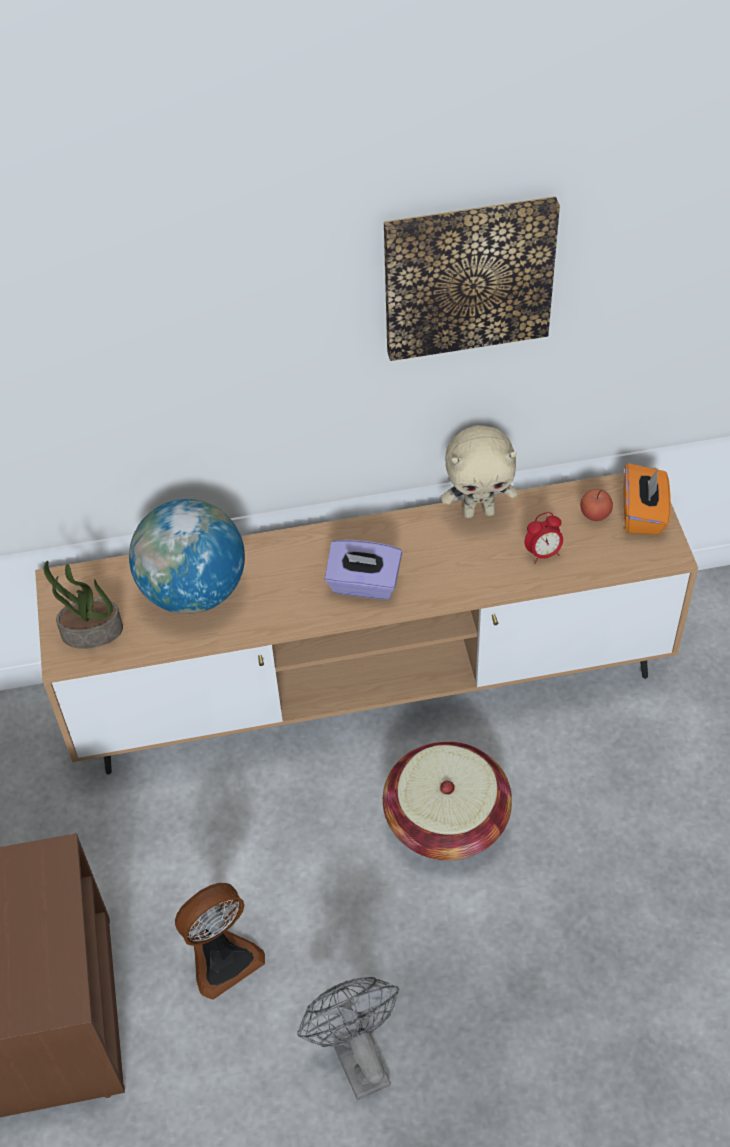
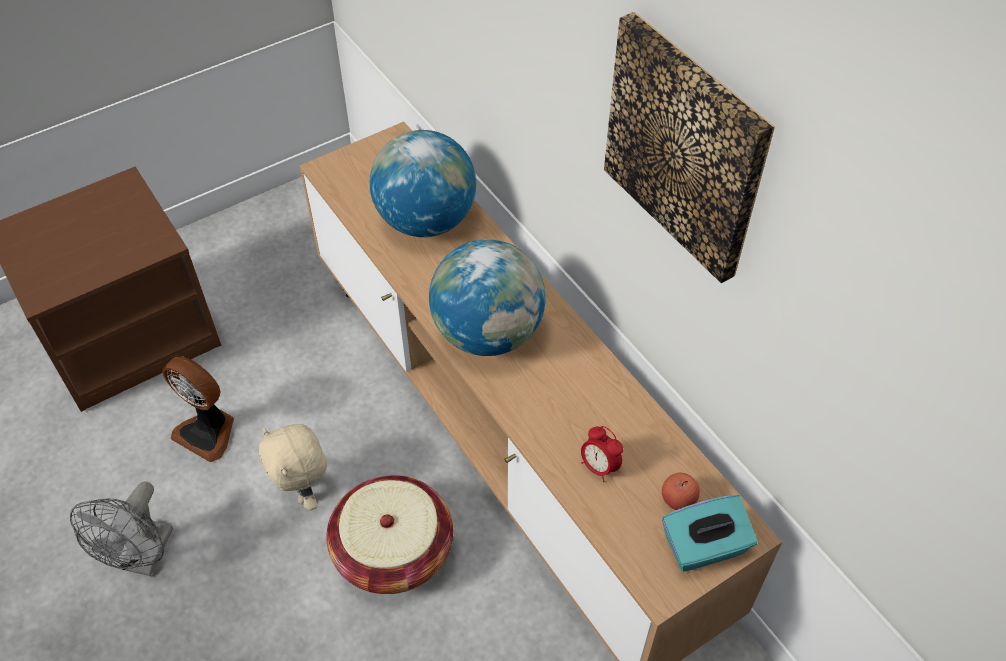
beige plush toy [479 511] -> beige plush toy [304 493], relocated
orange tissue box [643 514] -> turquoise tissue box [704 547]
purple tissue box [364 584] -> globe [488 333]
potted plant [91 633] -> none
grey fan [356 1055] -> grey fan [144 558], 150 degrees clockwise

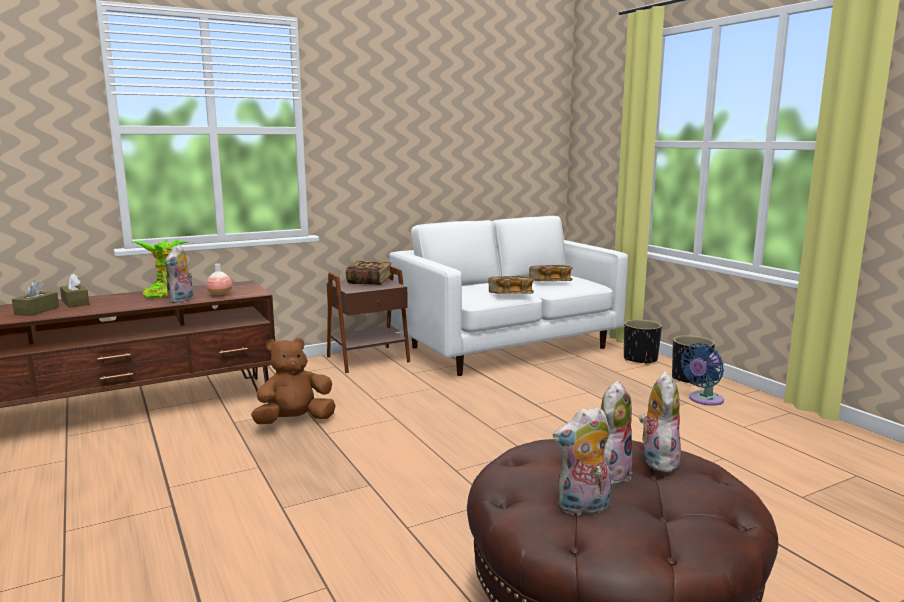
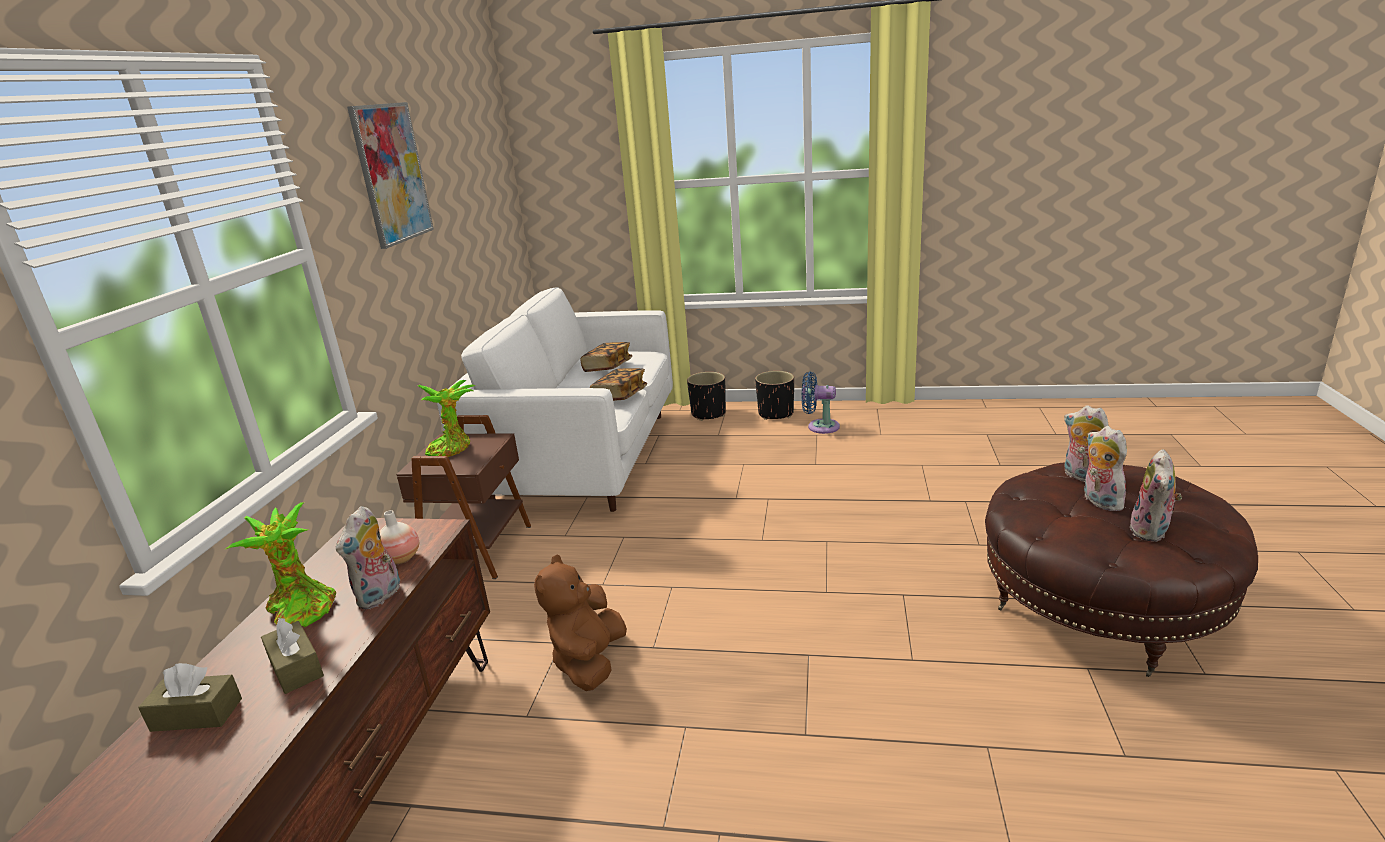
plush toy [182 300] -> plush toy [380 596], 60 degrees clockwise
book [369 282] -> potted plant [452 448]
brown tissue box [37 311] -> brown tissue box [296 667], relocated
blue fan [703 400] -> blue fan [820 426], 105 degrees clockwise
none -> picture [391 173]

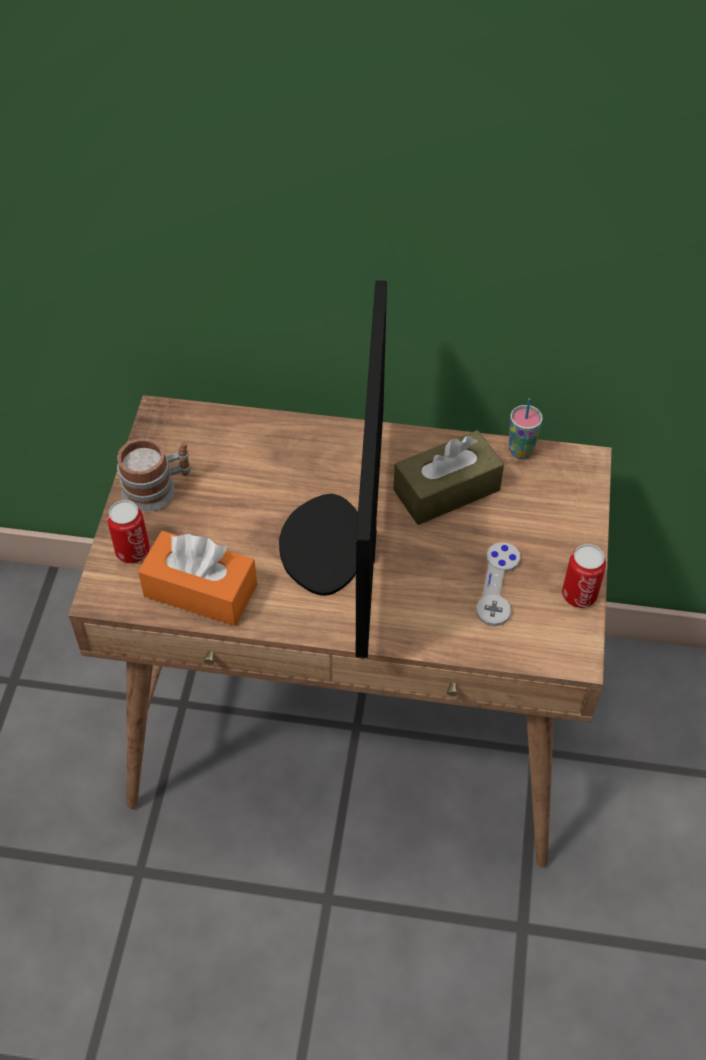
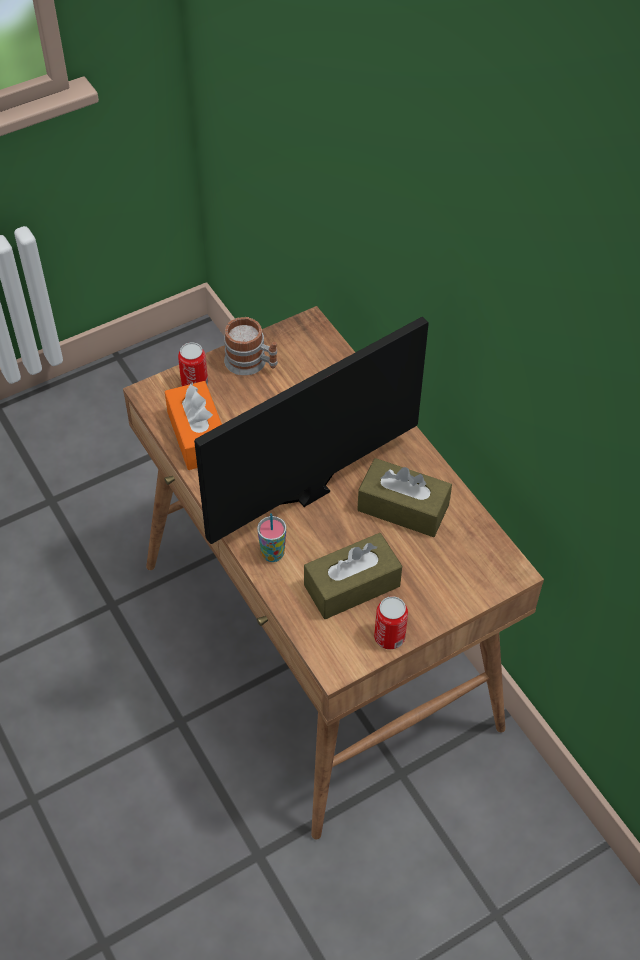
cup [520 450] -> cup [272 554], relocated
grey game controller [498 585] -> brown tissue box [352 585]

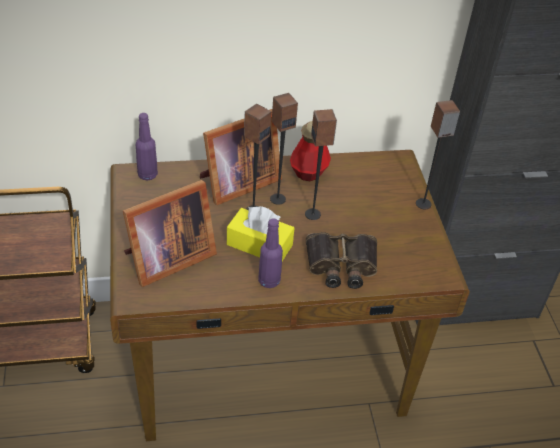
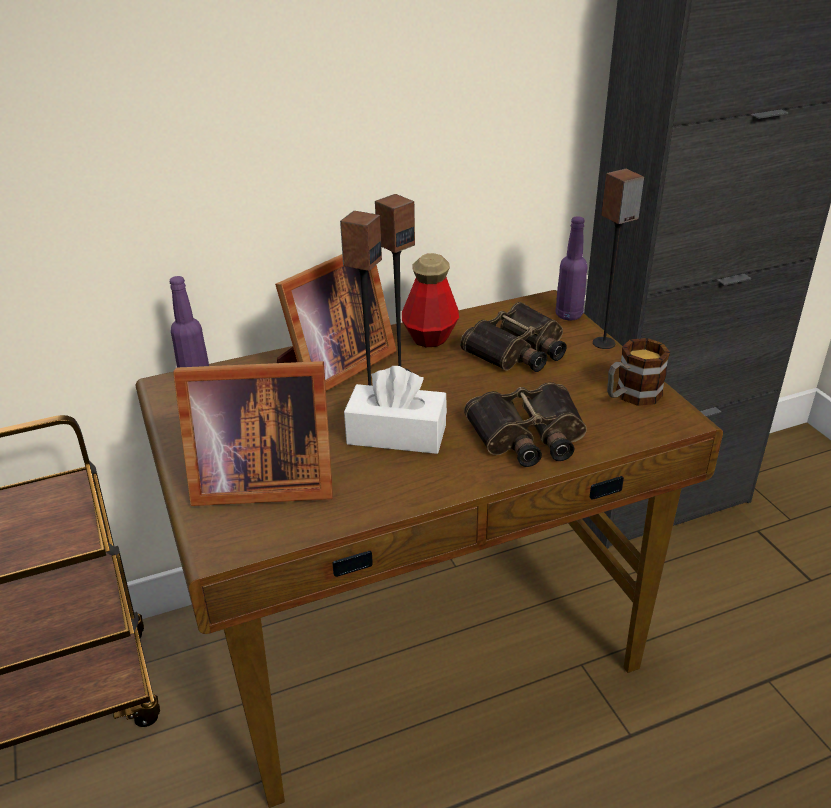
speaker [313 214] -> none
picture frame [166 259] -> picture frame [258 482], 45 degrees clockwise
yellow tissue box [259 245] -> white tissue box [396 434]
purple bottle [269 281] -> purple bottle [568 315], relocated
none -> binoculars [518 350]
none -> mug [631 396]

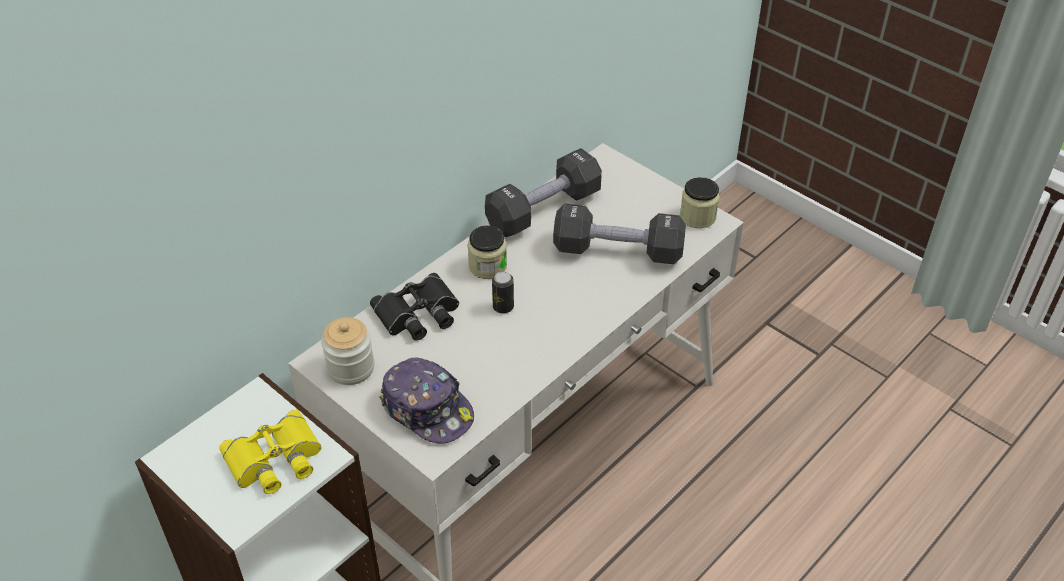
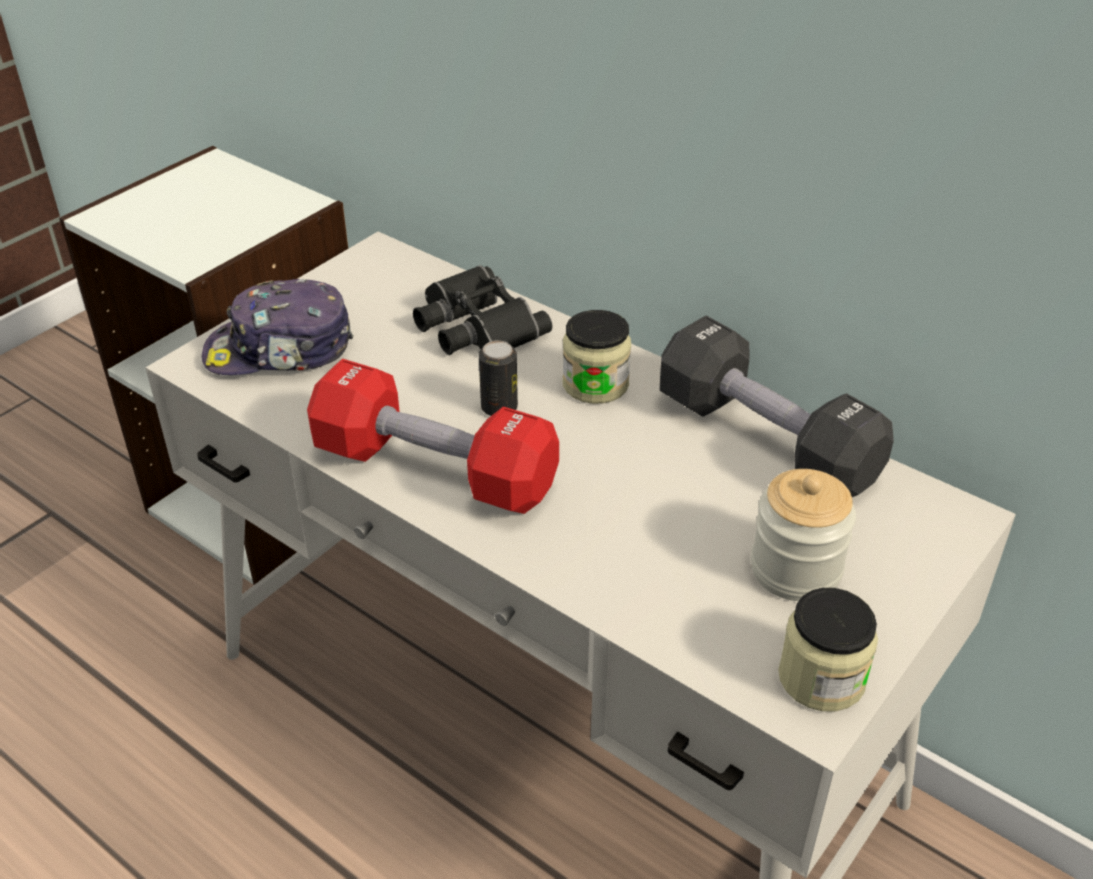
black dumbbell [618 251] -> none
jar [351 368] -> jar [795 569], relocated
cap [428 409] -> cap [280 350], 45 degrees clockwise
yellow binoculars [275 460] -> none
none -> red dumbbell [434 470]

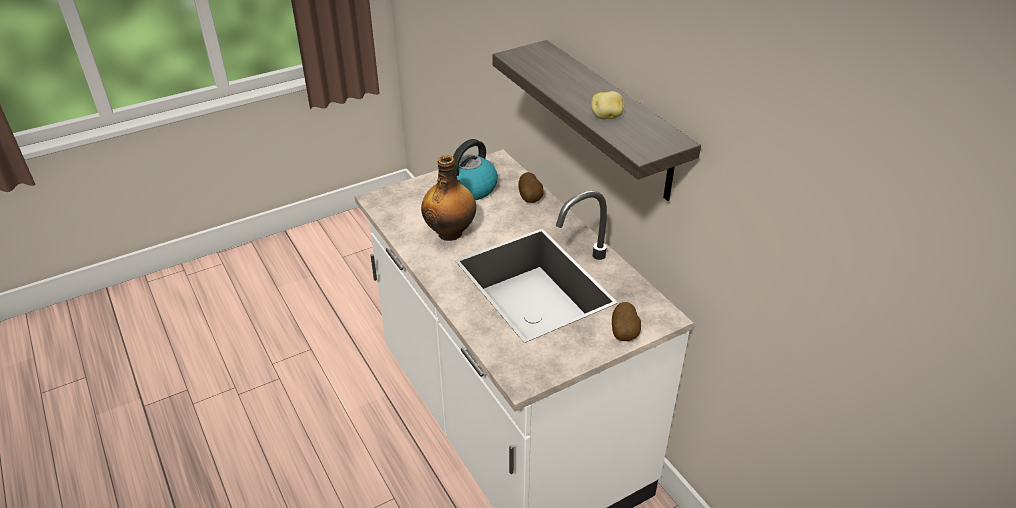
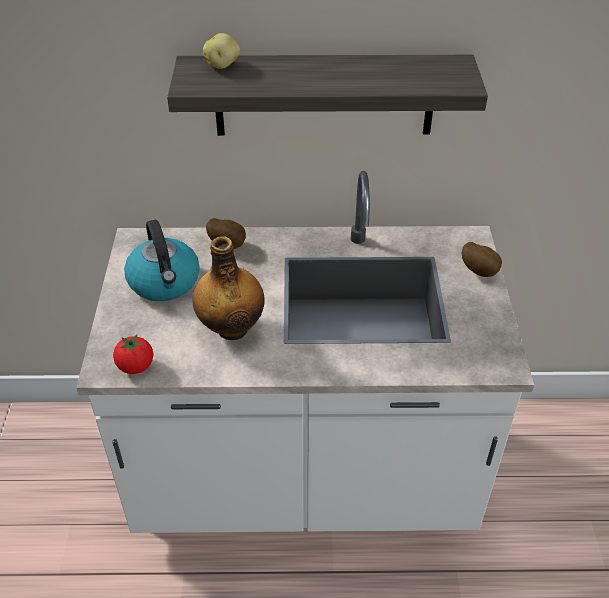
potato [607 117] -> potato [222 65], relocated
none -> tomato [136 366]

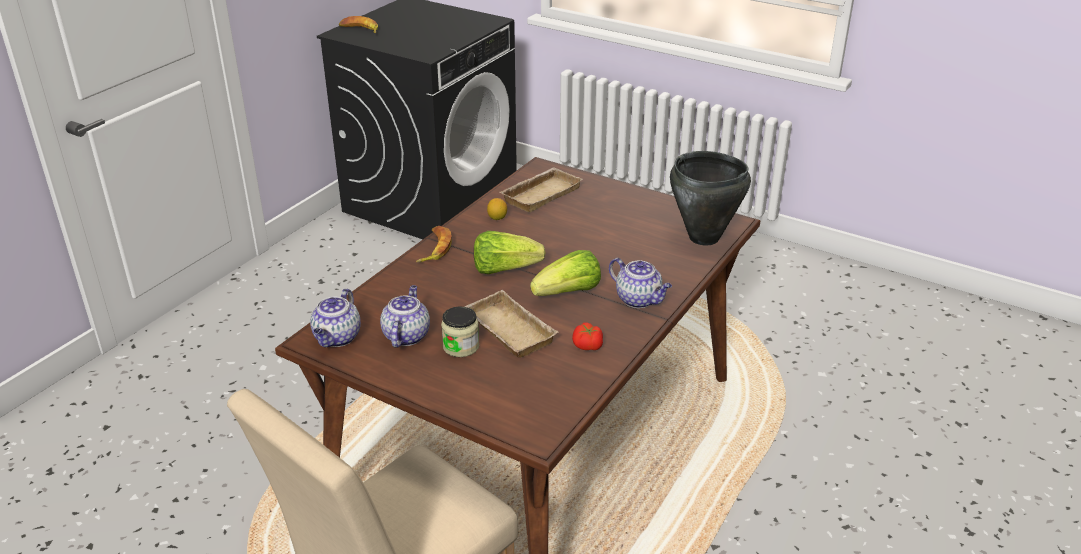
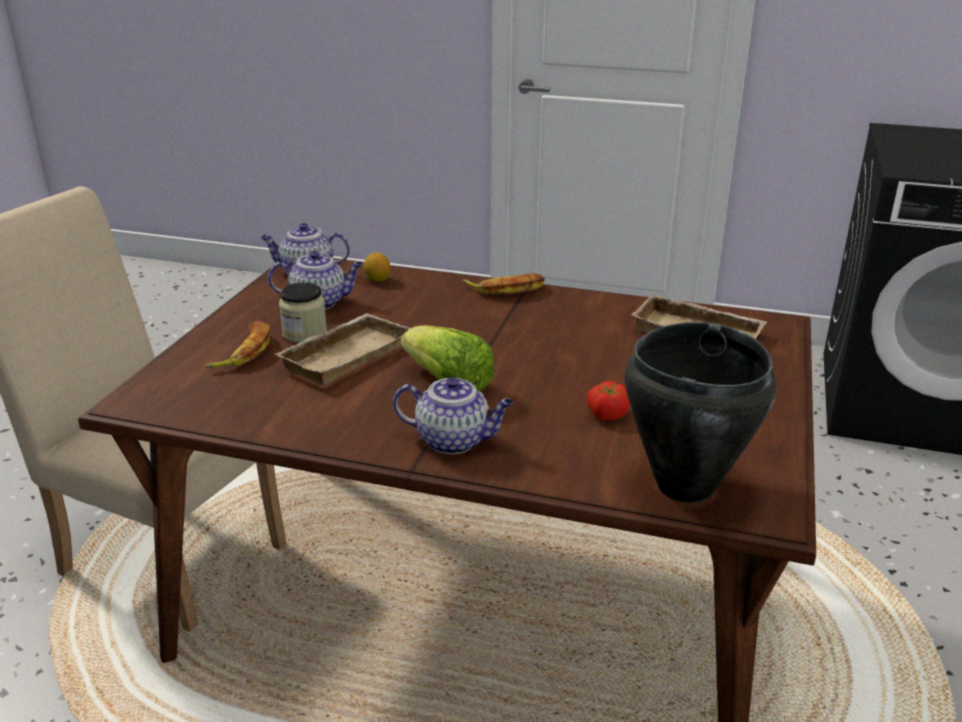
banana [360 30] -> banana [243 351], relocated
lemon [497 218] -> lemon [377 280], relocated
lettuce [504 269] -> none
teapot [639 300] -> teapot [454 440], 105 degrees counterclockwise
tomato [587 346] -> tomato [606 414], relocated

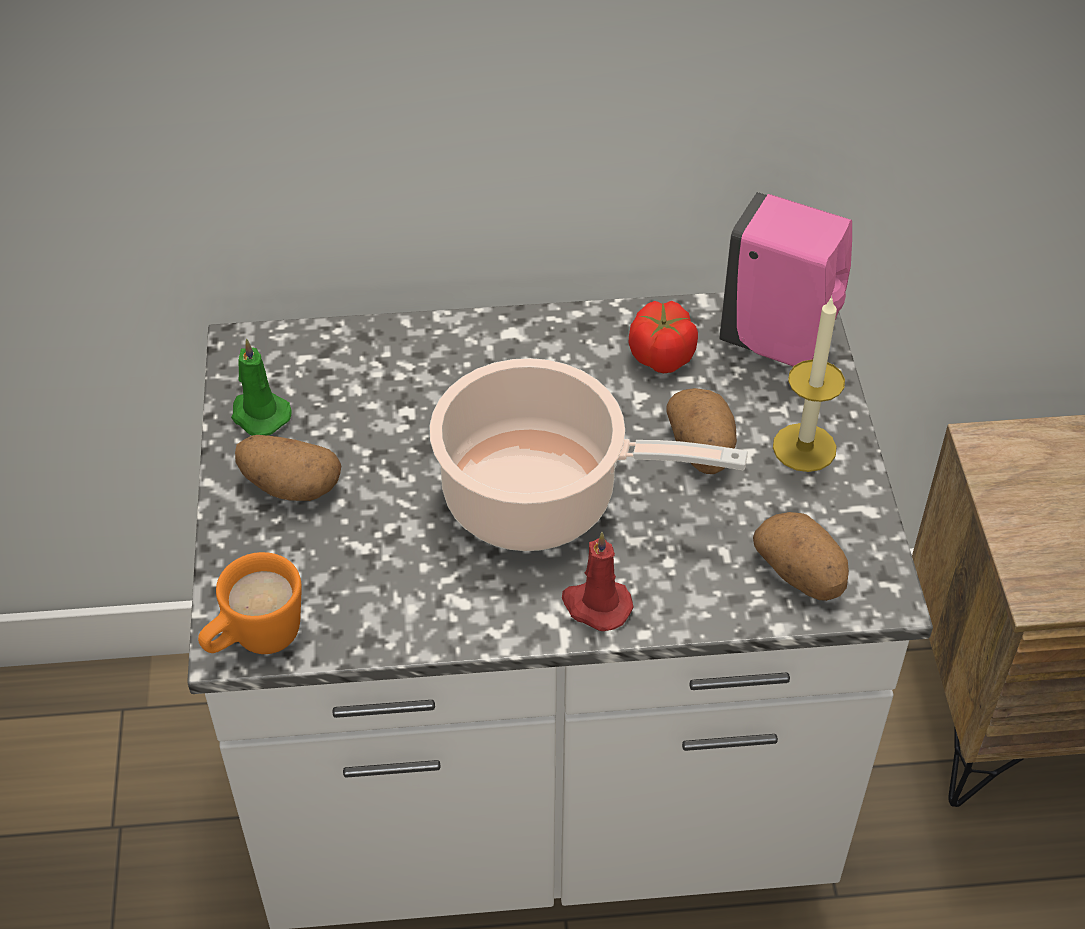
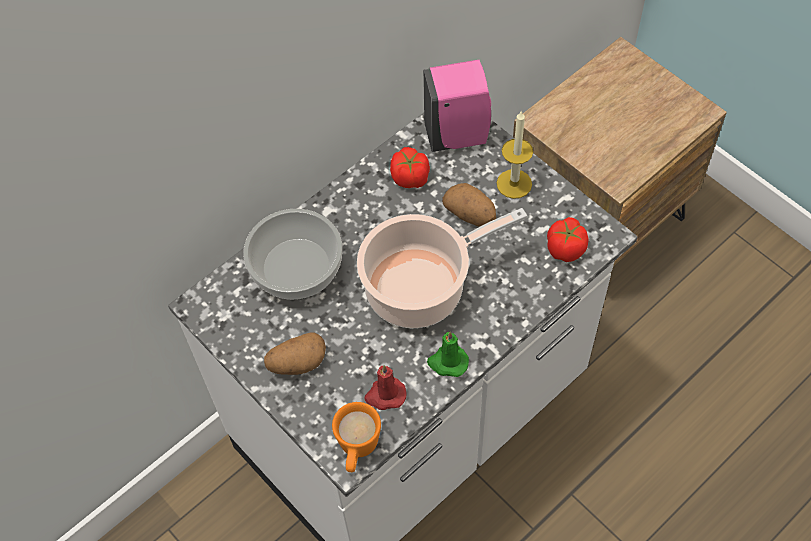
green candle [259 414] -> green candle [447 362], relocated
potato [801 575] -> tomato [565 248]
red candle [595 605] -> red candle [385 395], relocated
none -> bowl [295 268]

